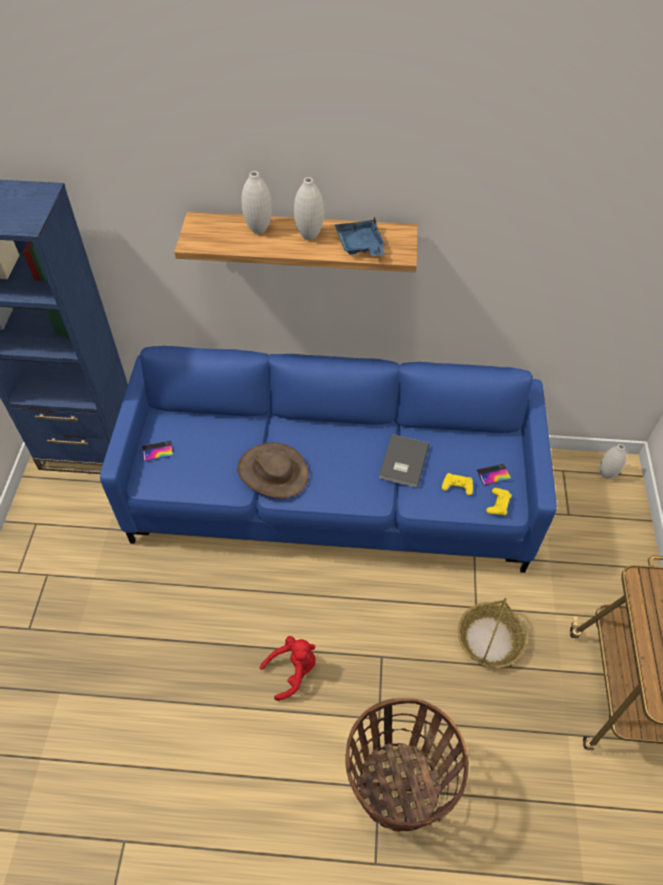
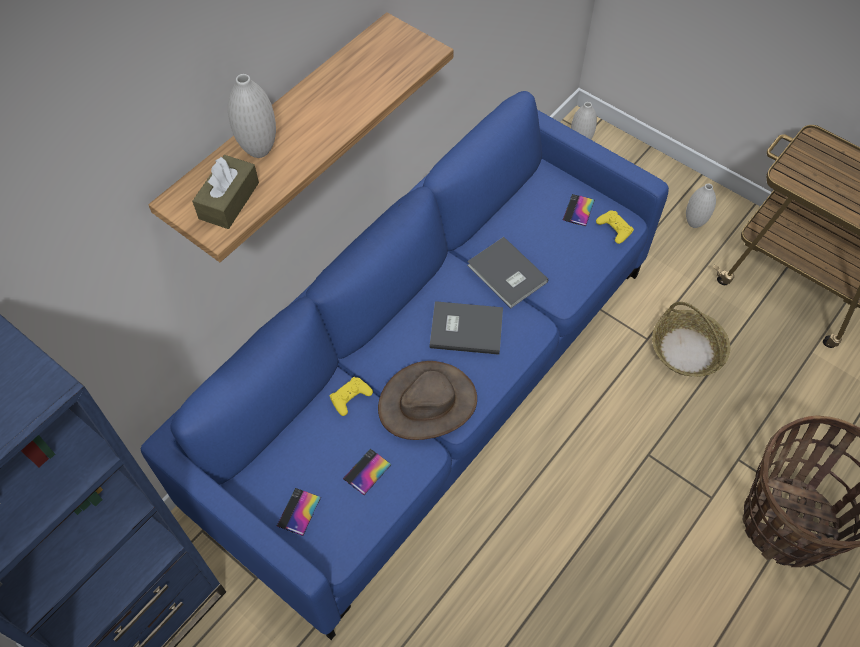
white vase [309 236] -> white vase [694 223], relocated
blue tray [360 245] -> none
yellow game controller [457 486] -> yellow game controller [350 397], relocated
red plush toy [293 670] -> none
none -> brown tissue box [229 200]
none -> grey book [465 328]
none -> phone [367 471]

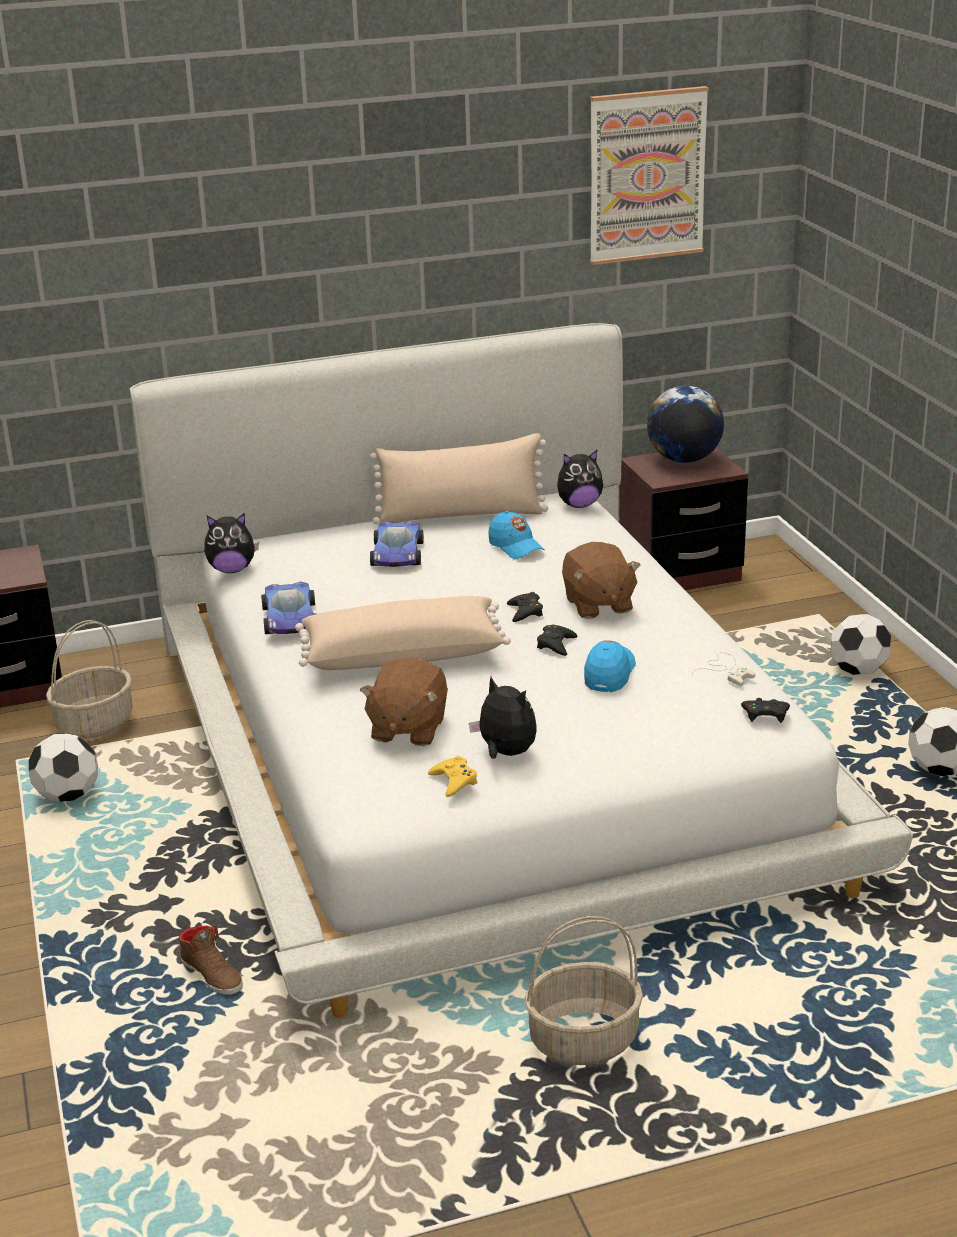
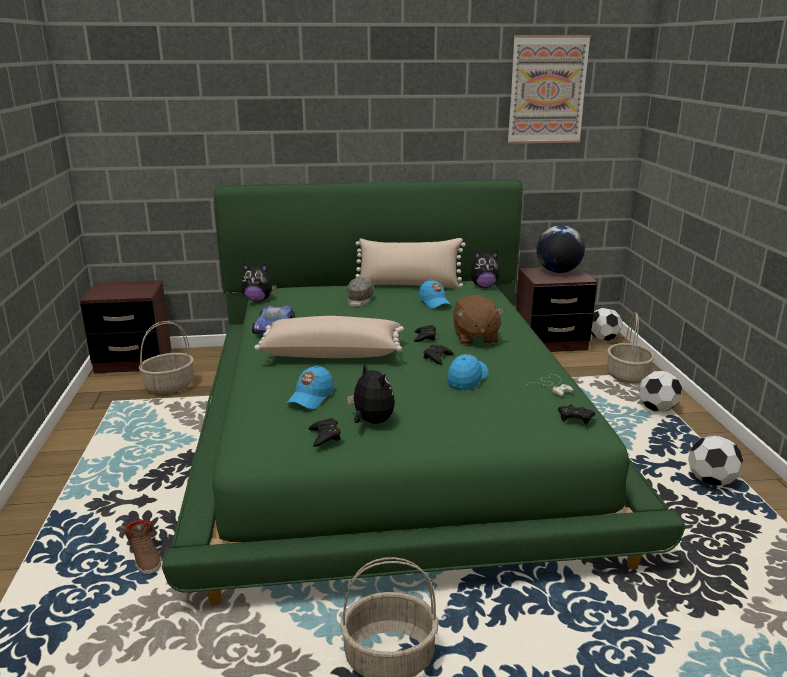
white bed [482 752] -> green bed [393 430]
toy car [397 554] -> grey cap [359 300]
brown plush toy [407 729] -> blue cap [310 398]
football [68 795] -> football [603 339], relocated
yellow game controller [454 781] -> black game controller [325 436]
none -> basket [627 375]

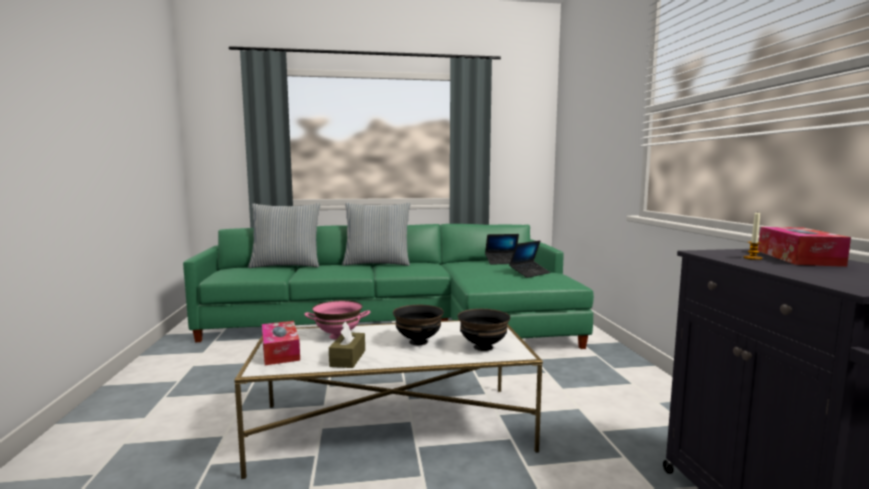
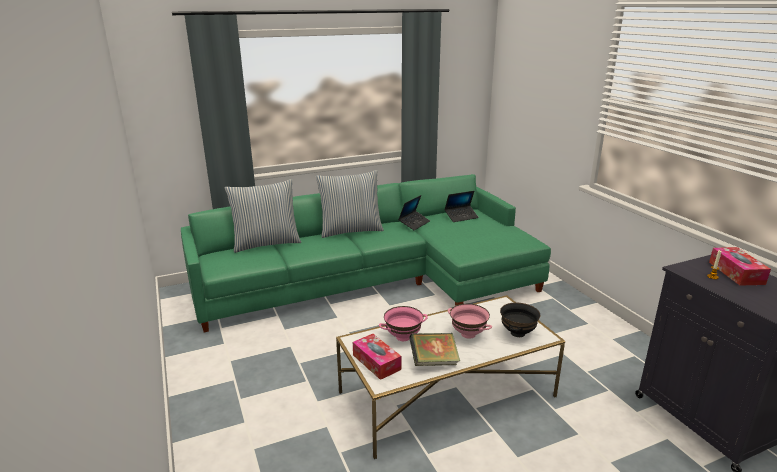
laptop [529 273] -> laptop [414 223], relocated
black bowl [419 342] -> pink bowl [468 334]
brown tissue box [348 358] -> book [434 361]

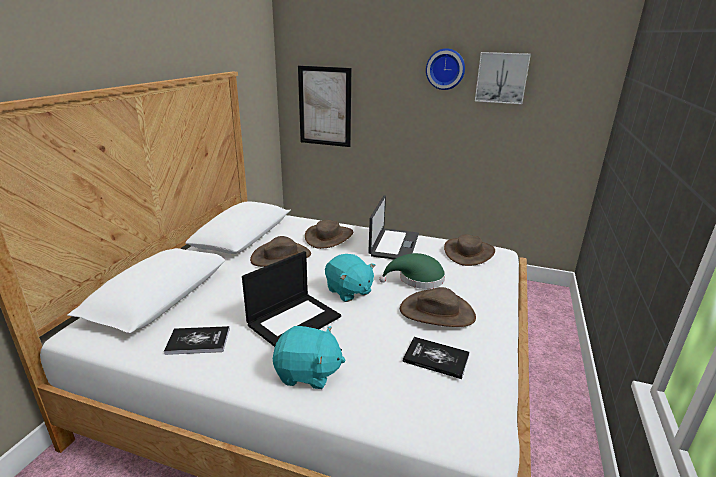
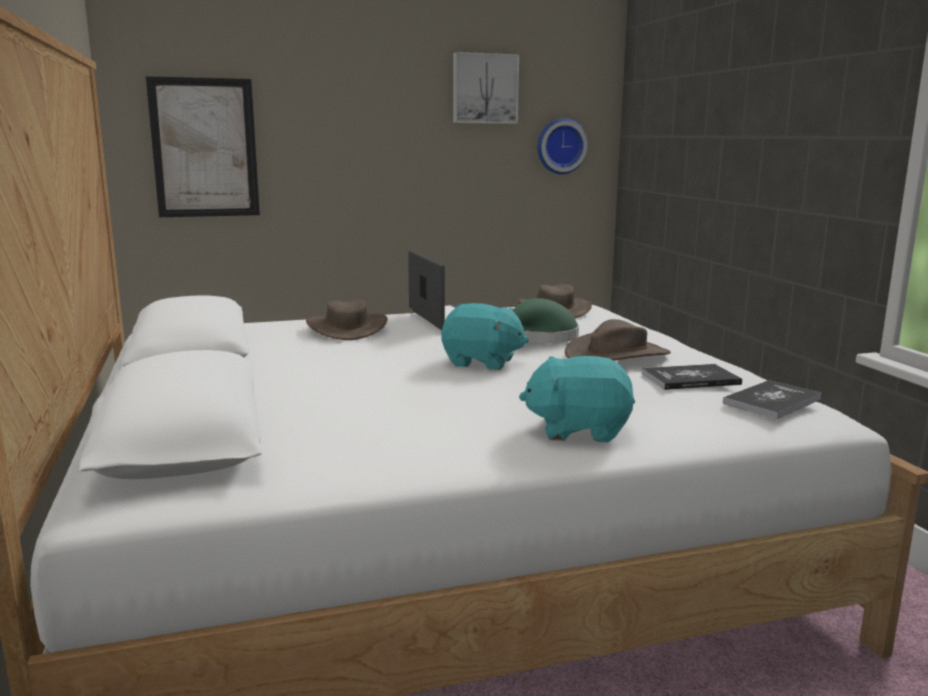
wall clock [445 69] -> wall clock [560 146], relocated
brown hat [281 257] -> none
laptop [294 320] -> none
book [198 341] -> book [772 401], relocated
turquoise plush toy [308 373] -> turquoise plush toy [578 430], 150 degrees counterclockwise

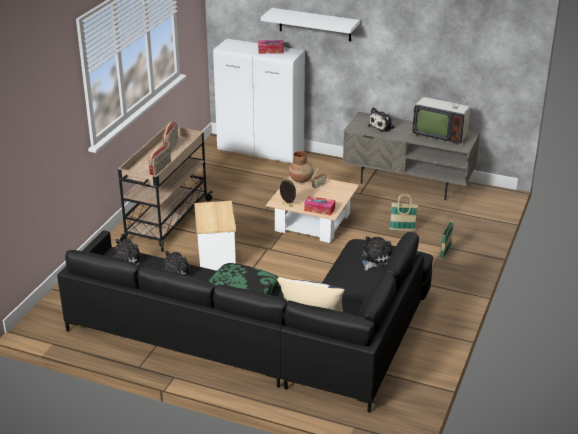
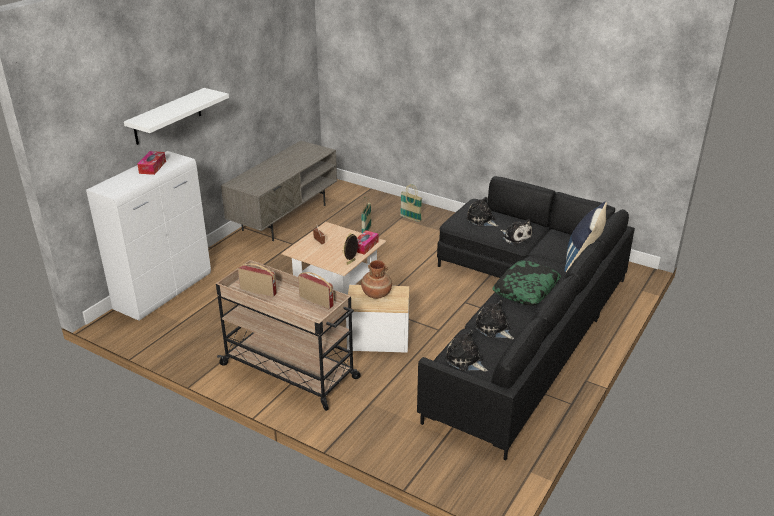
television [439 135] -> none
plush toy [382 126] -> plush toy [515 237], relocated
brown vase [301 179] -> brown vase [376 294], relocated

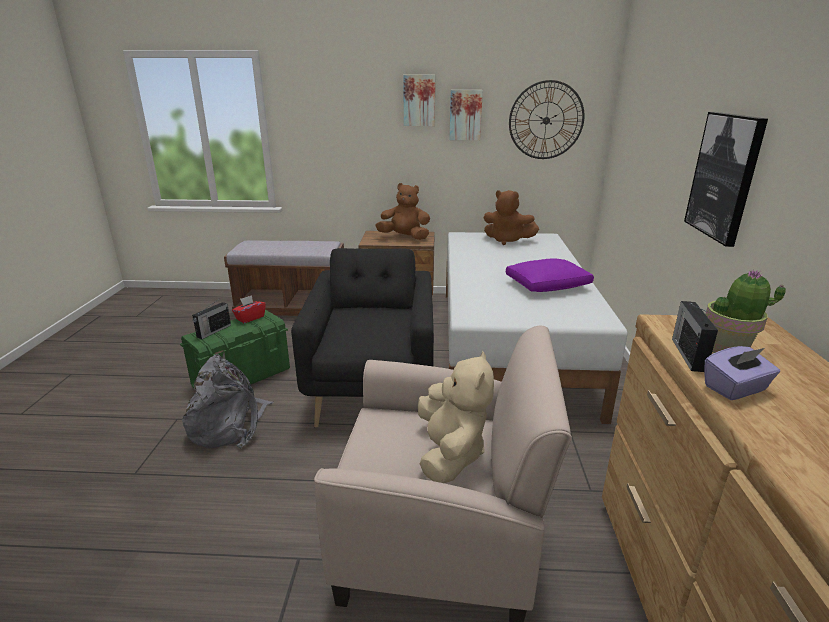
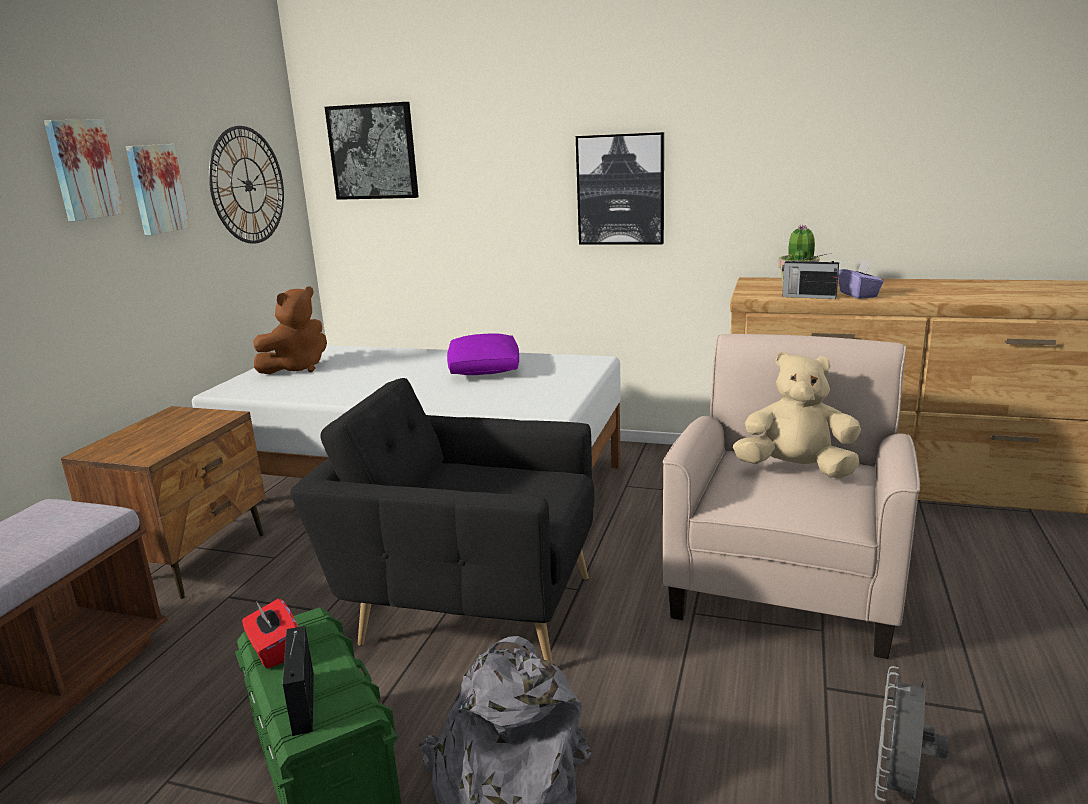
brown plush toy [405 237] -> none
radio [213 331] -> radio [304 701], 150 degrees counterclockwise
none -> picture [373 152]
none -> grey fan [898 788]

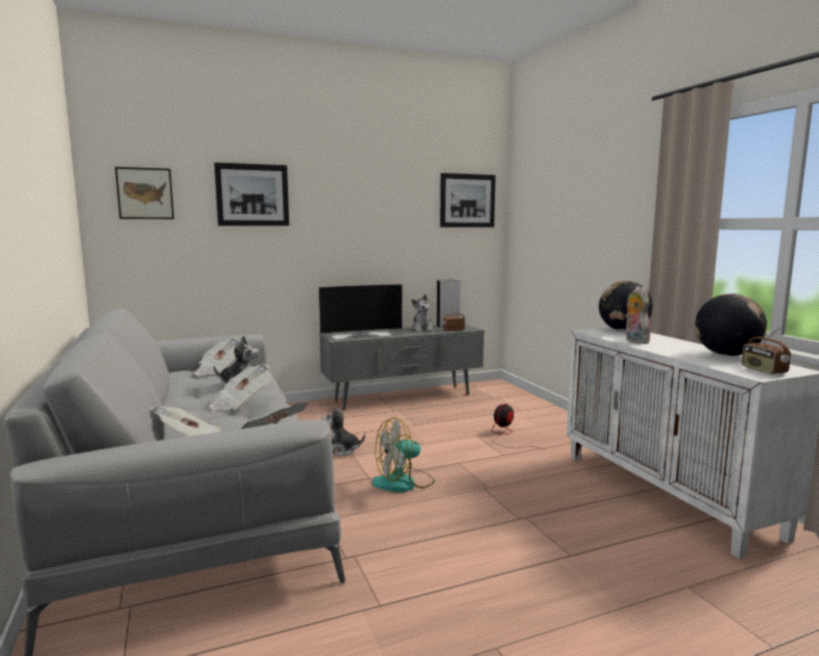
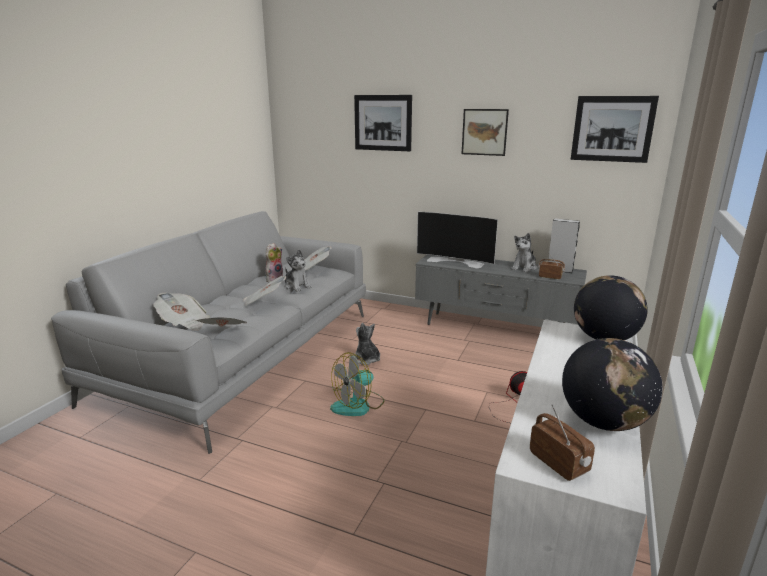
picture [145 193] -> picture [484 132], relocated
plush toy [634 341] -> plush toy [274 279], relocated
radio [763 370] -> radio [559 463], 120 degrees clockwise
fan [403 483] -> fan [358 405], 60 degrees counterclockwise

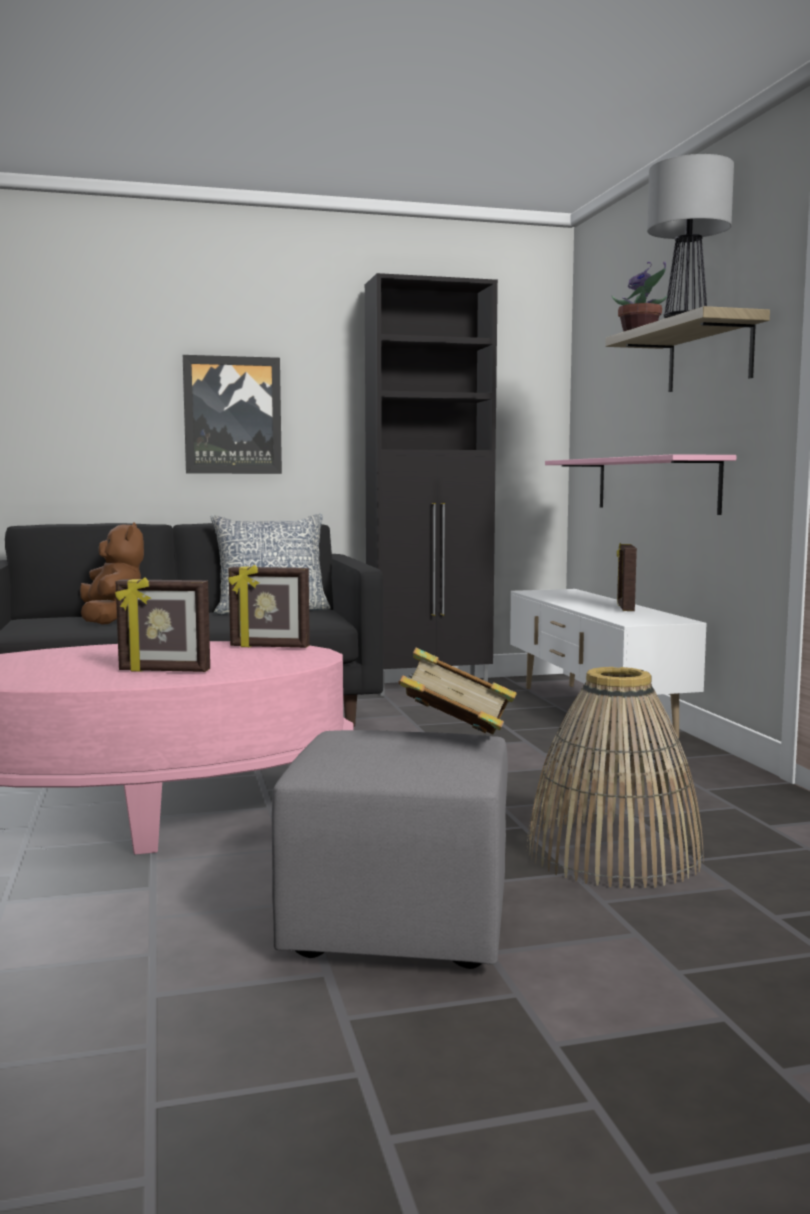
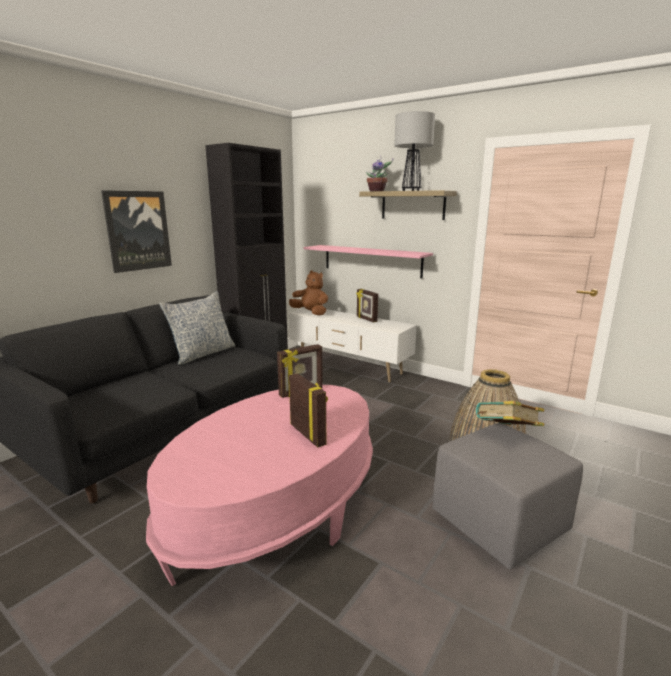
brown plush toy [111 620] -> brown plush toy [310 313], relocated
picture frame [164 671] -> picture frame [308 434], 90 degrees counterclockwise

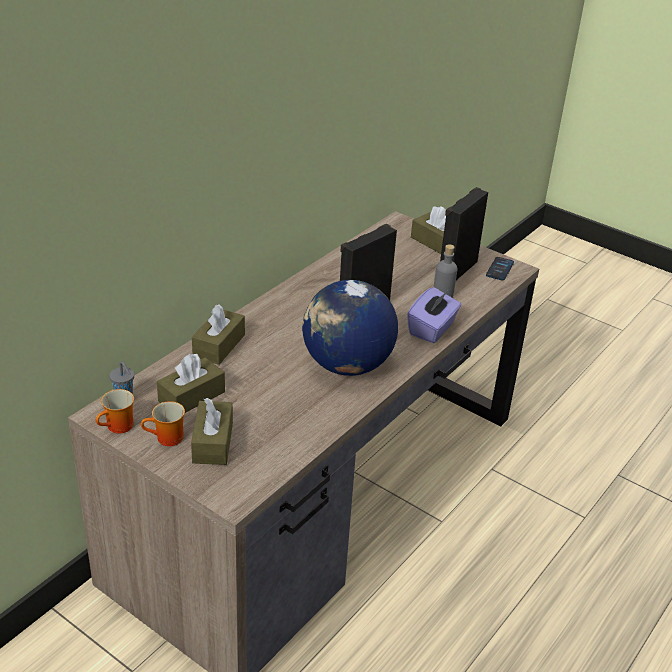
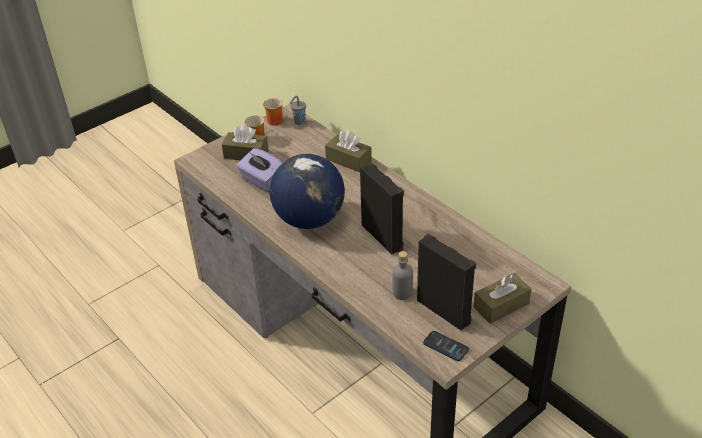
purple tissue box [432 329] -> purple tissue box [262 181], relocated
brown tissue box [191 396] -> none

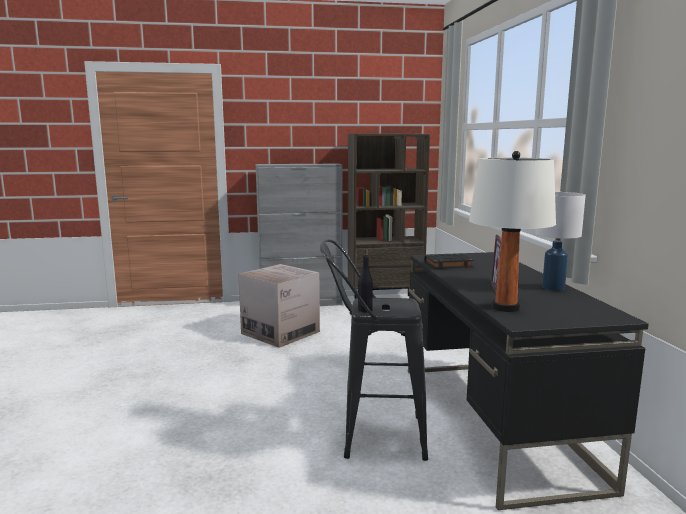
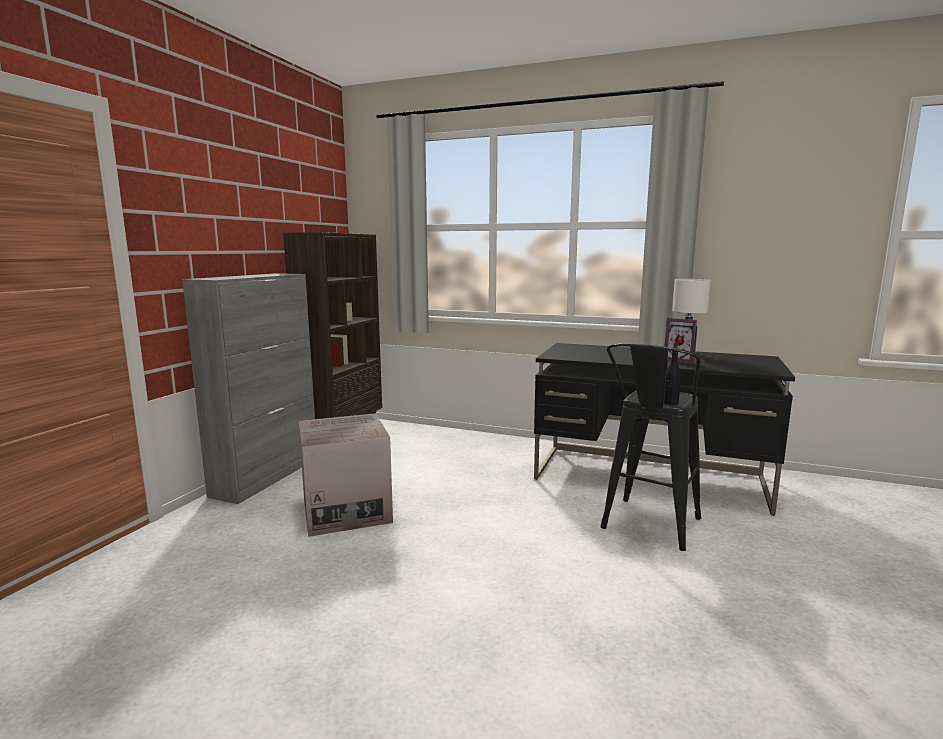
white table lamp [505 307] -> none
black book [447 265] -> none

